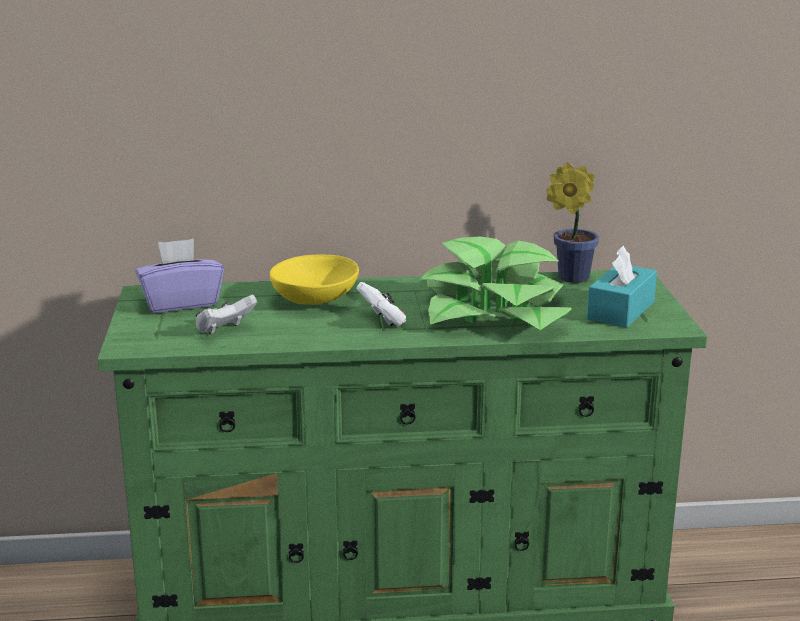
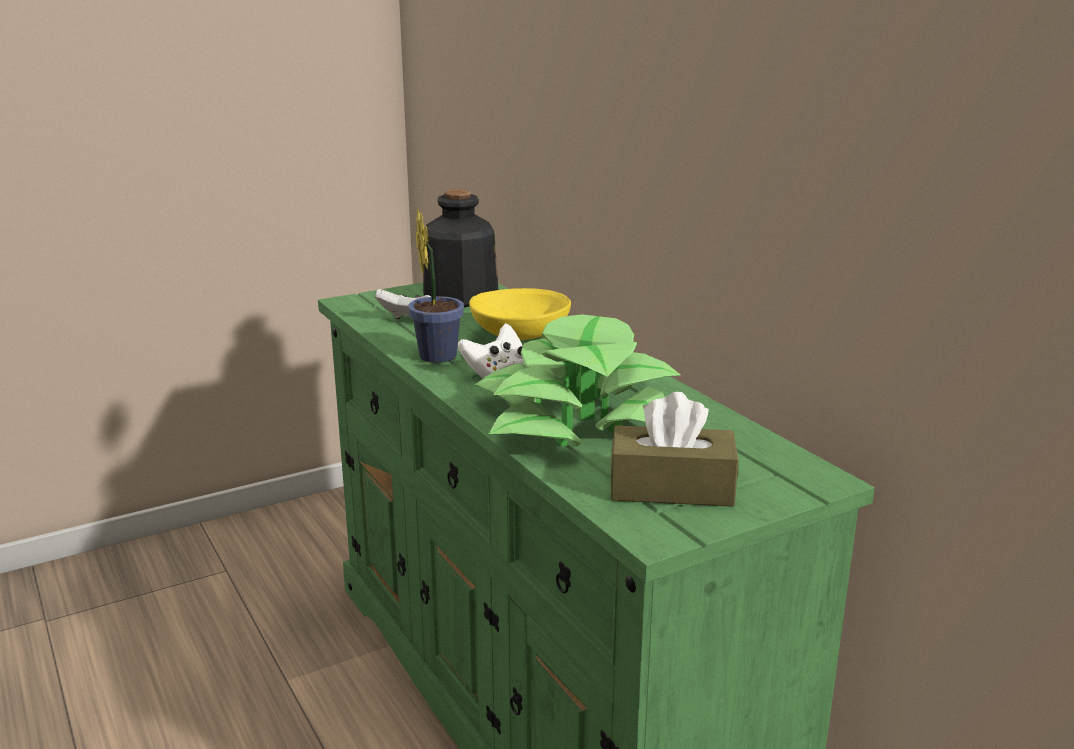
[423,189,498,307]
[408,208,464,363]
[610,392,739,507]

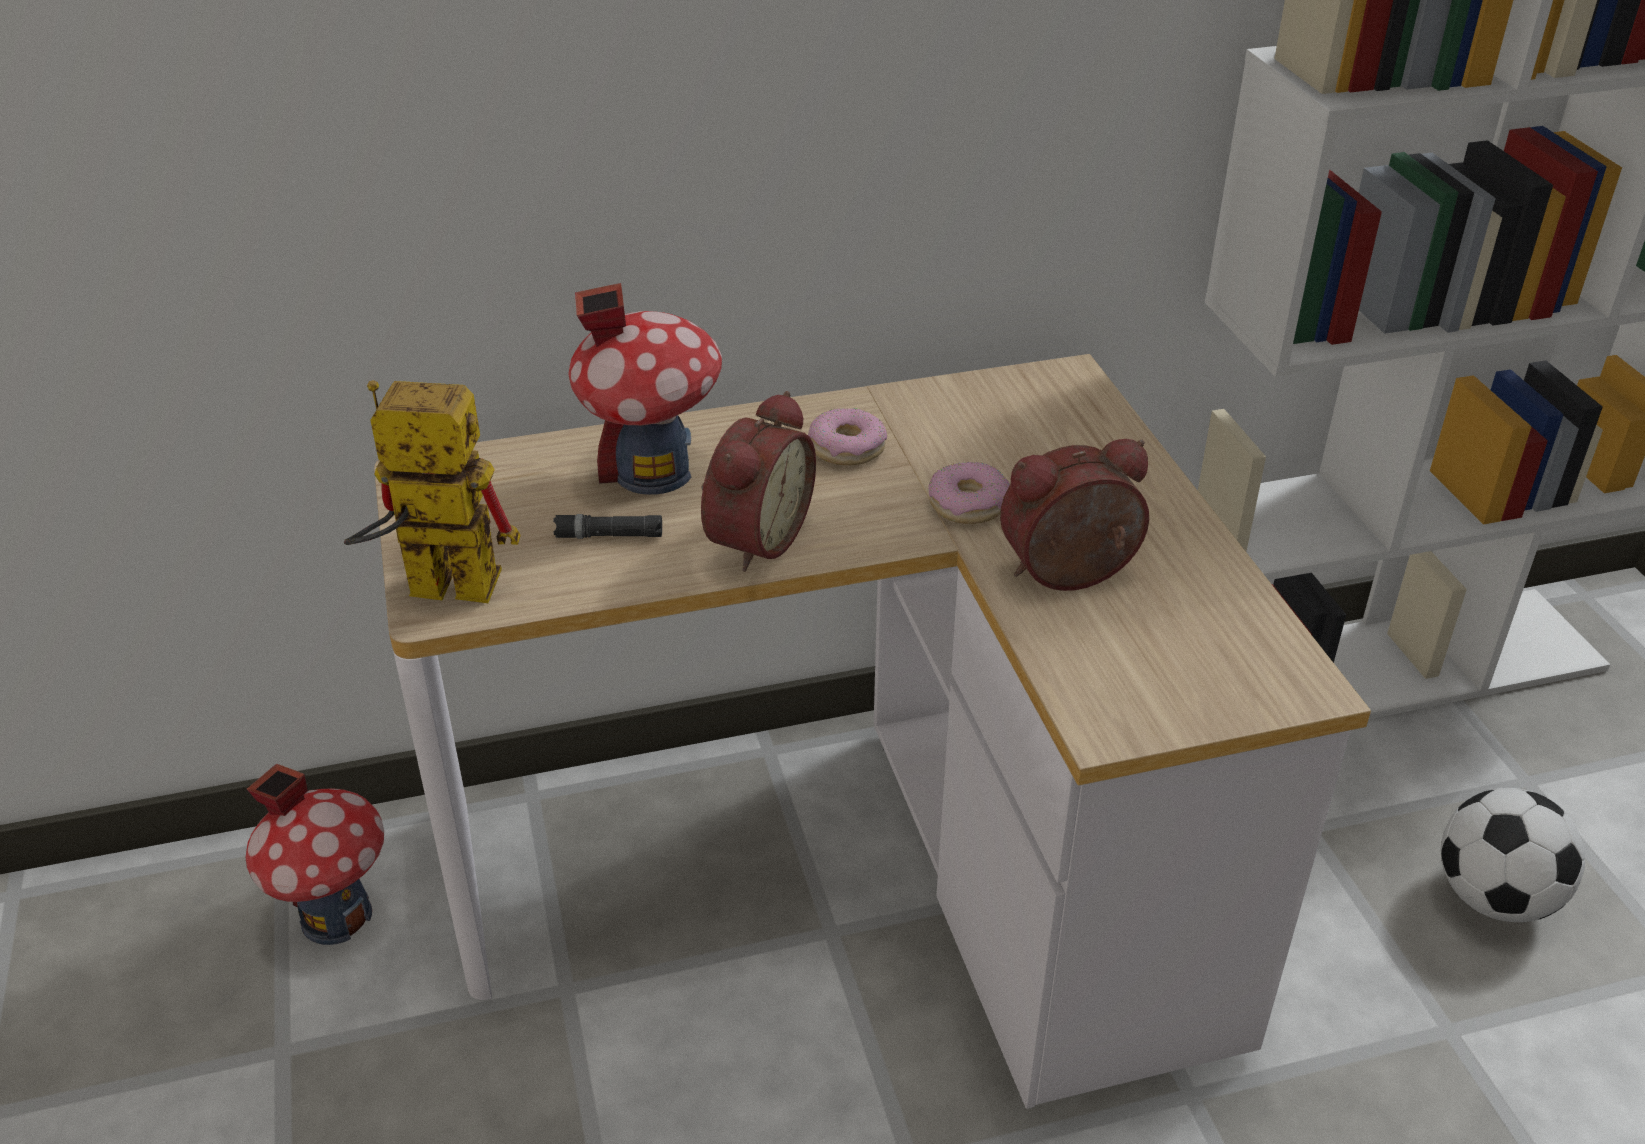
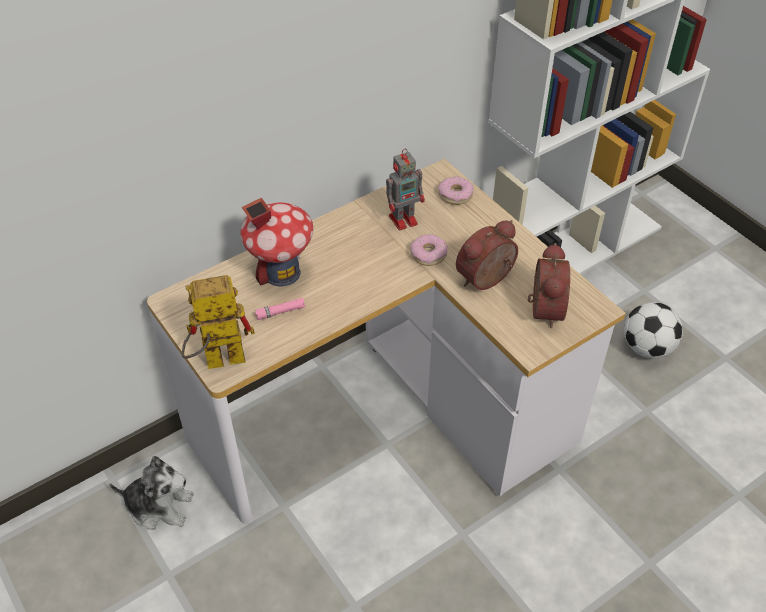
[109,456,194,530]
[254,298,305,320]
[527,243,570,328]
[438,176,474,205]
[386,148,425,231]

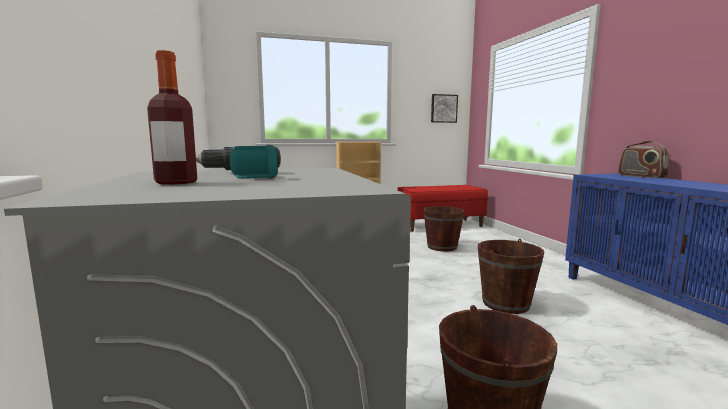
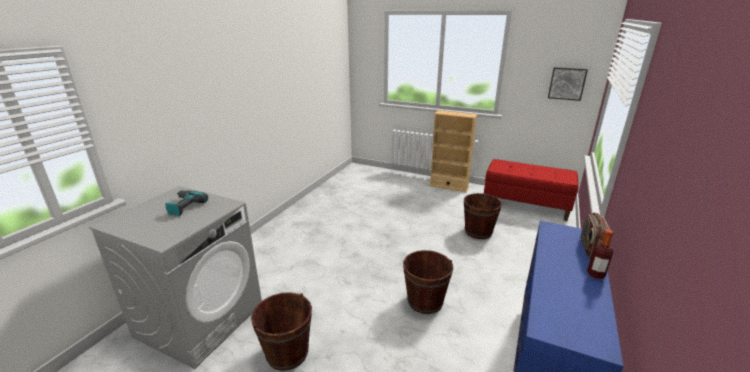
[587,229,613,279]

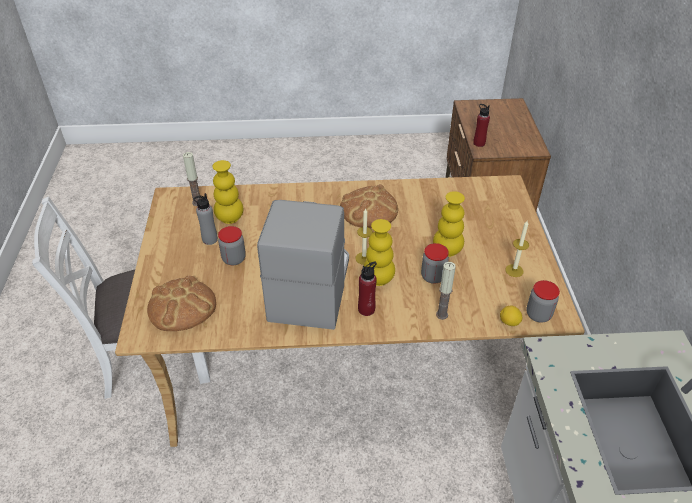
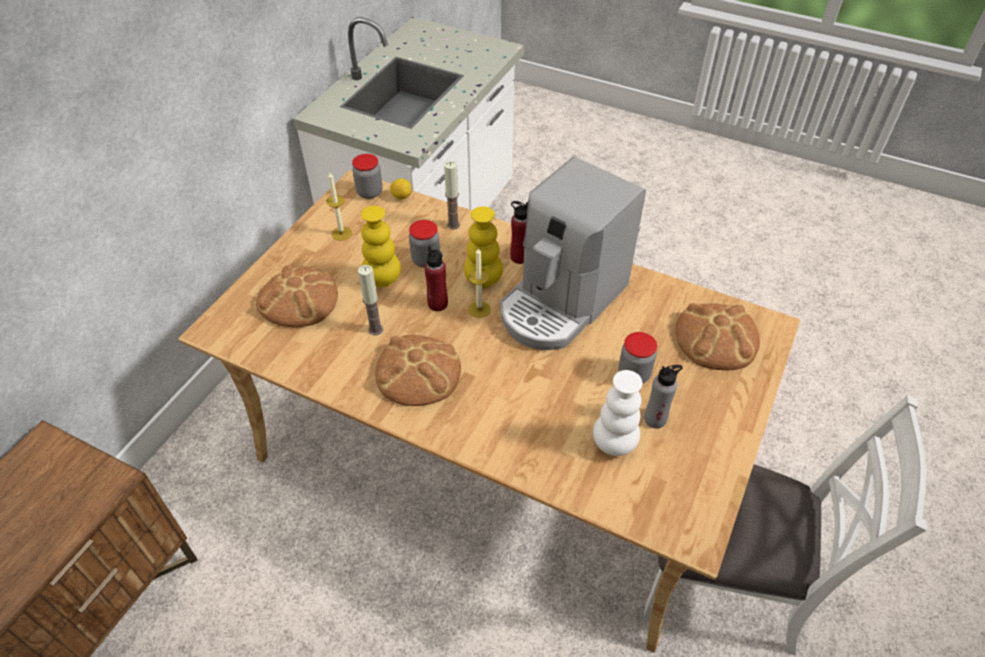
[358,265,383,335]
[593,370,643,456]
[424,246,448,311]
[256,264,338,327]

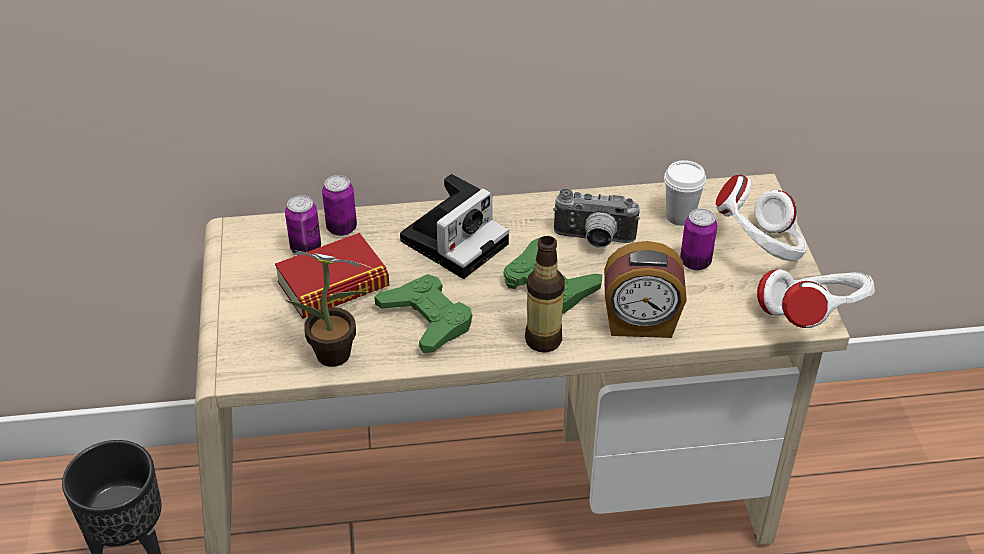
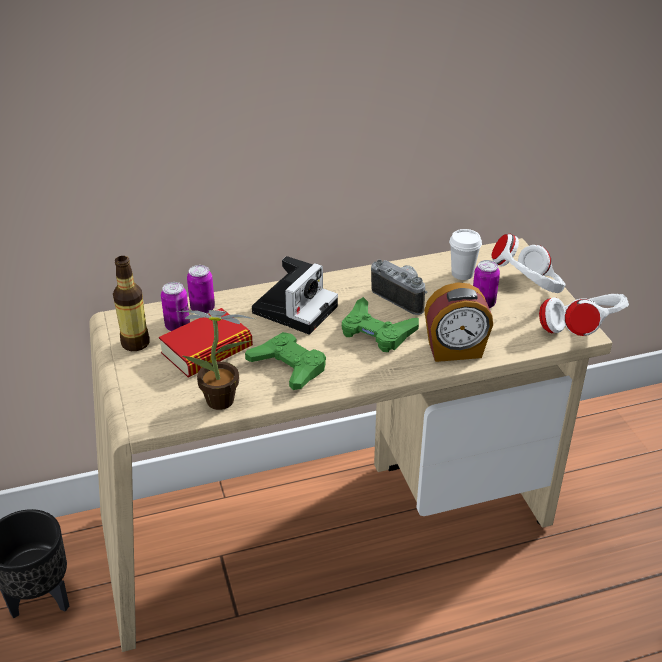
[113,256,150,351]
[371,260,427,315]

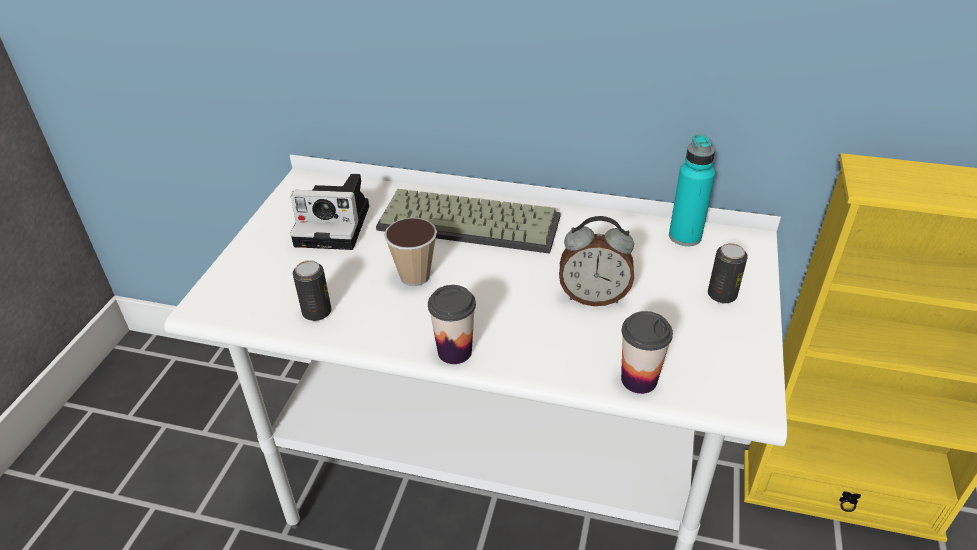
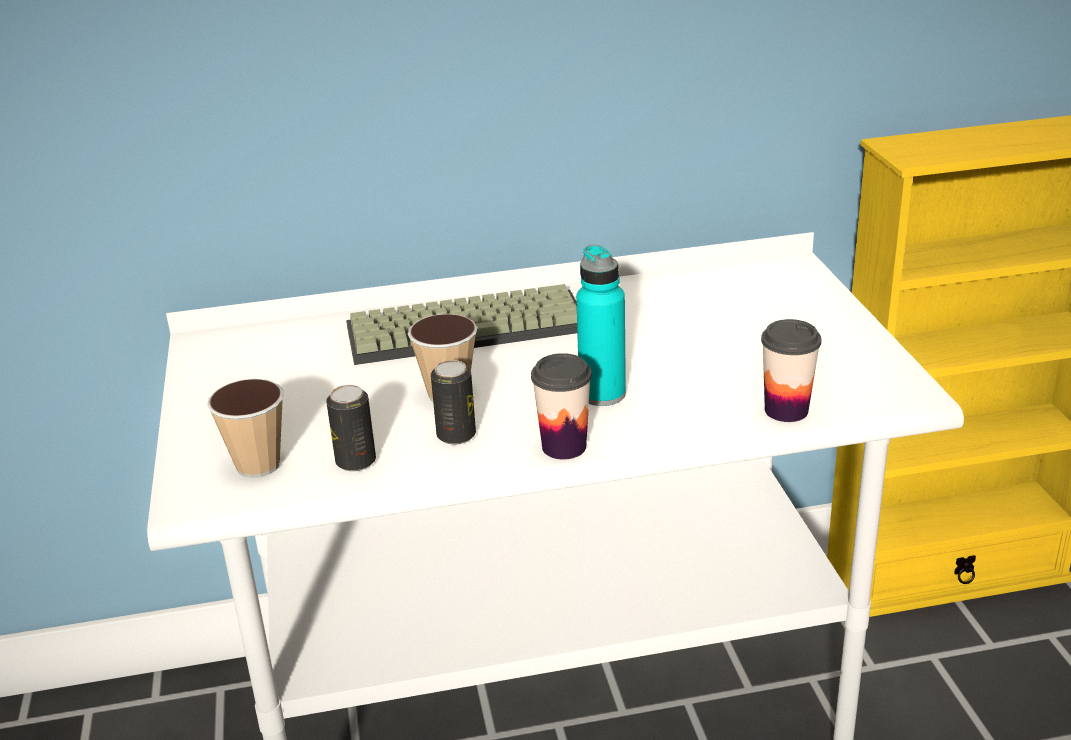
[290,174,369,250] (first image)
[559,216,634,306] (first image)
[576,245,626,406]
[431,360,476,445]
[207,379,284,478]

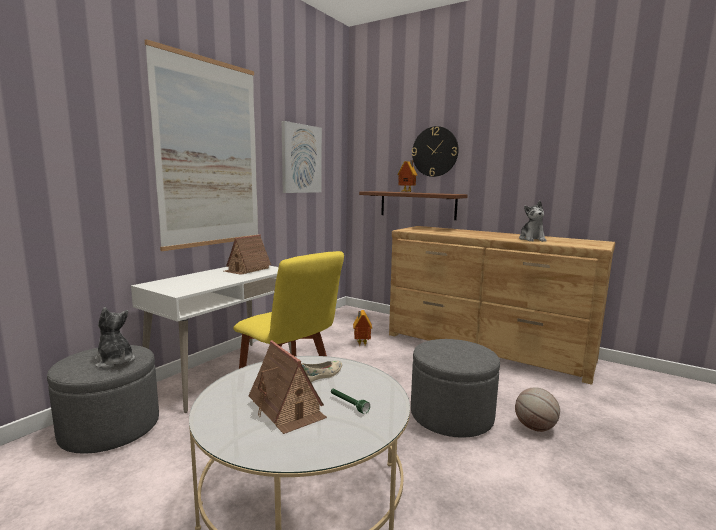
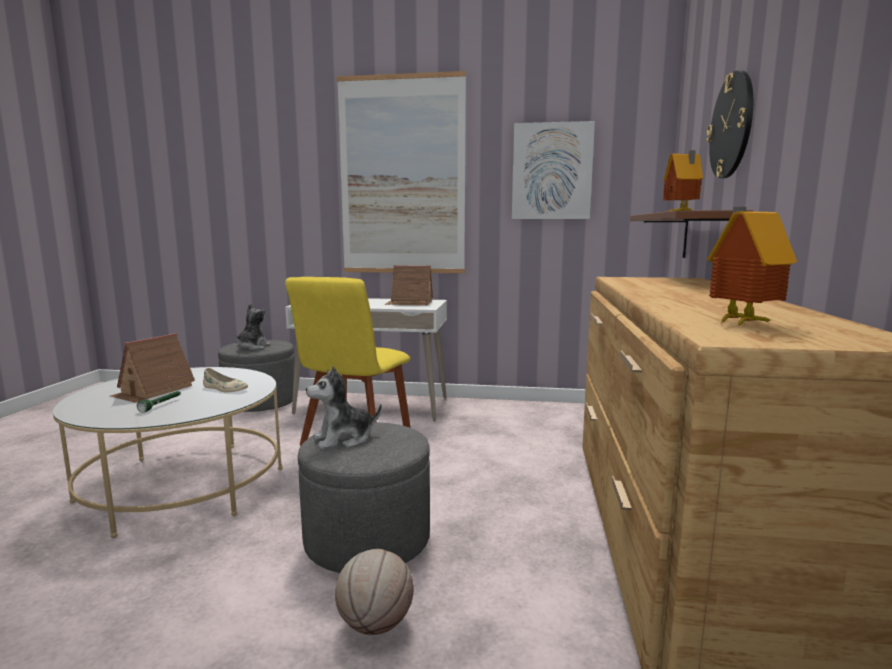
[707,207,797,327]
[306,366,382,449]

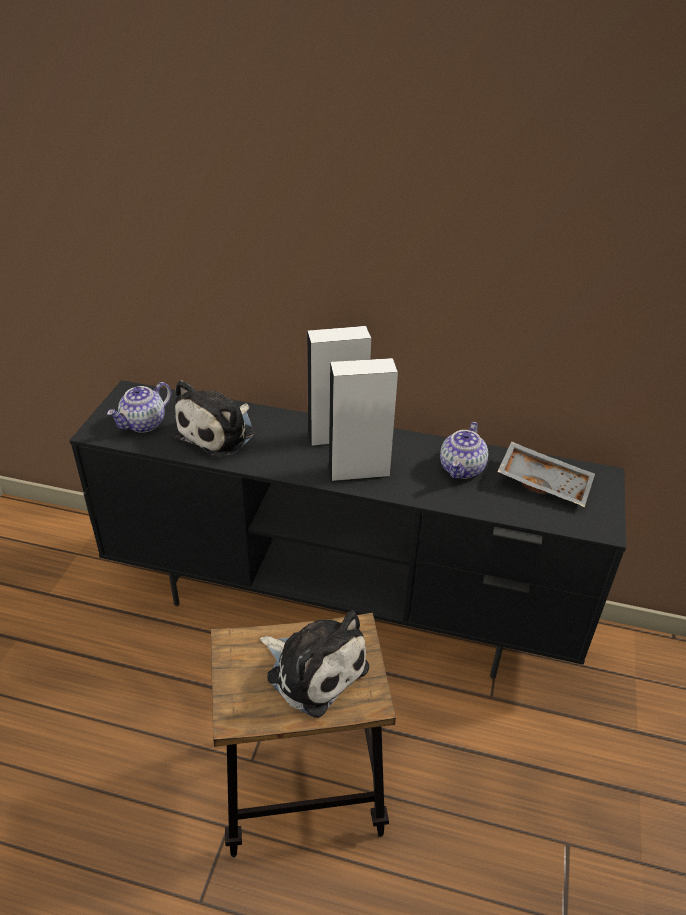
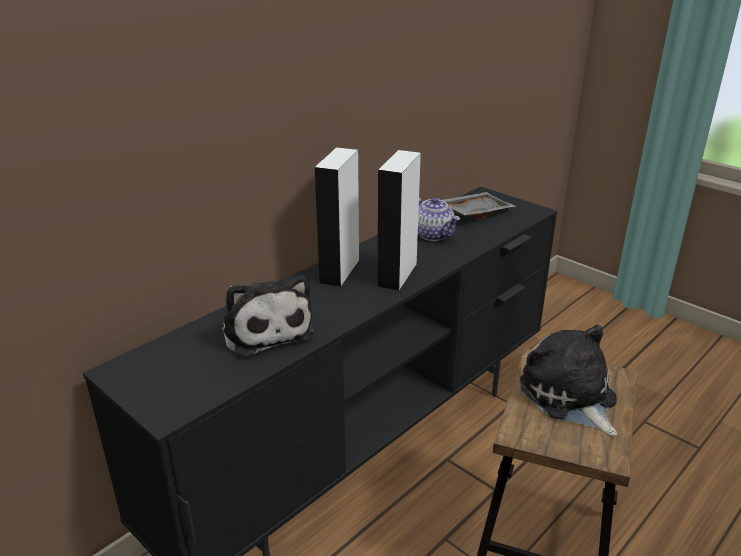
[107,382,171,433] (first image)
[520,325,617,436]

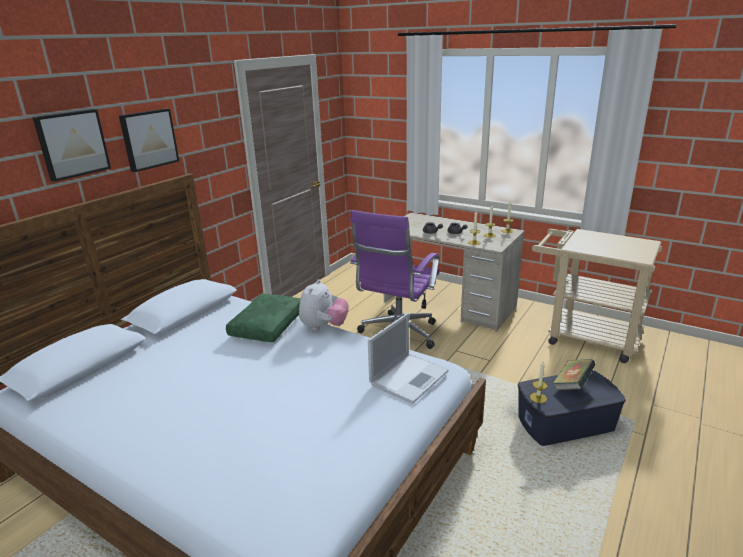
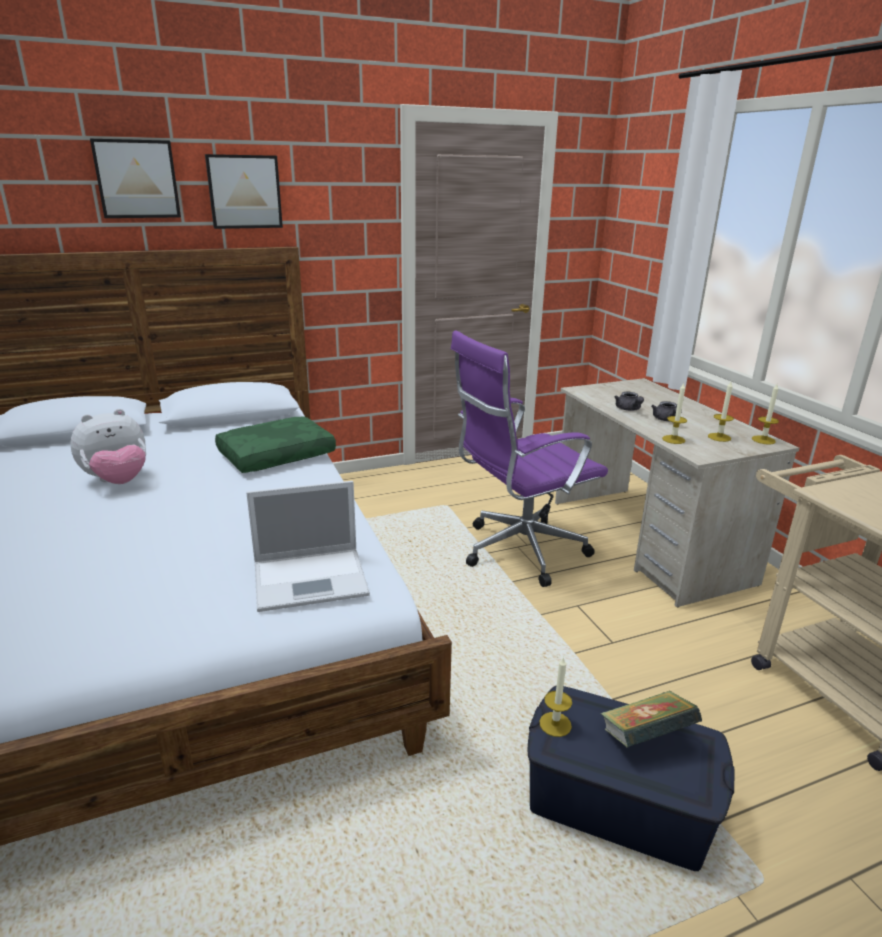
[70,409,146,484]

